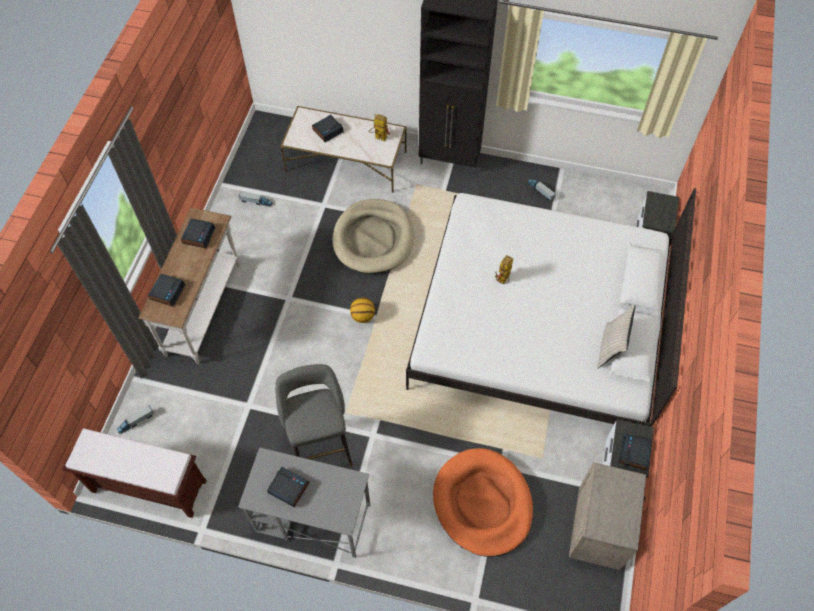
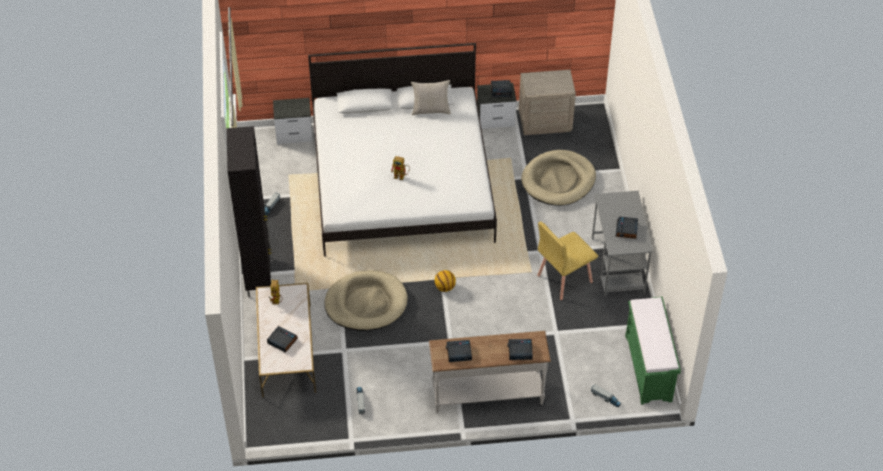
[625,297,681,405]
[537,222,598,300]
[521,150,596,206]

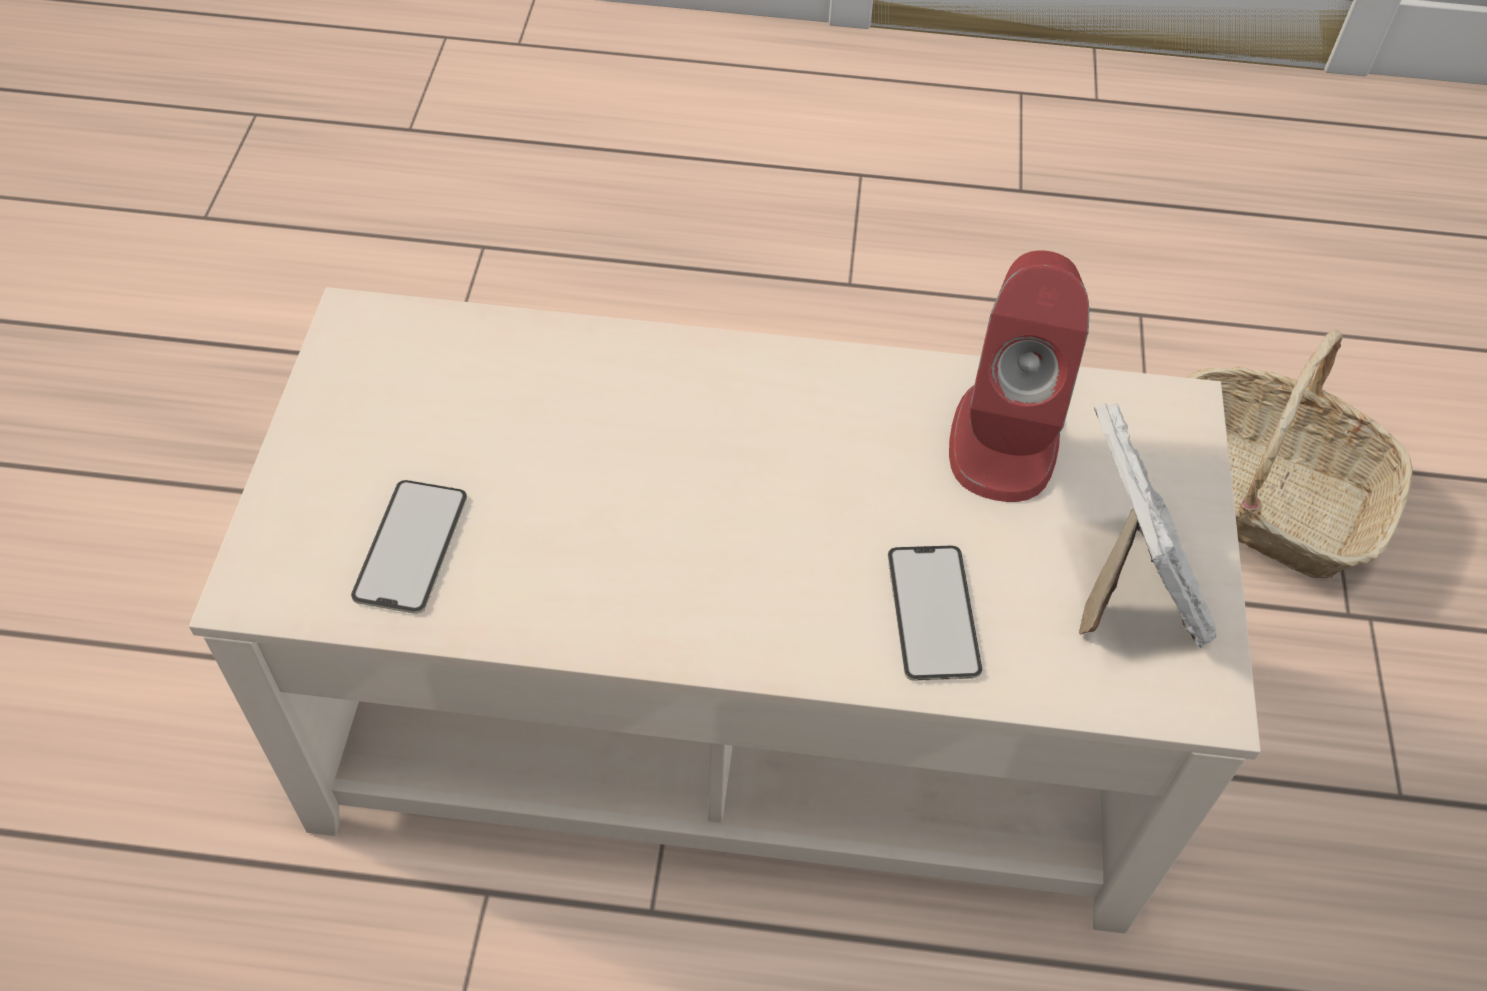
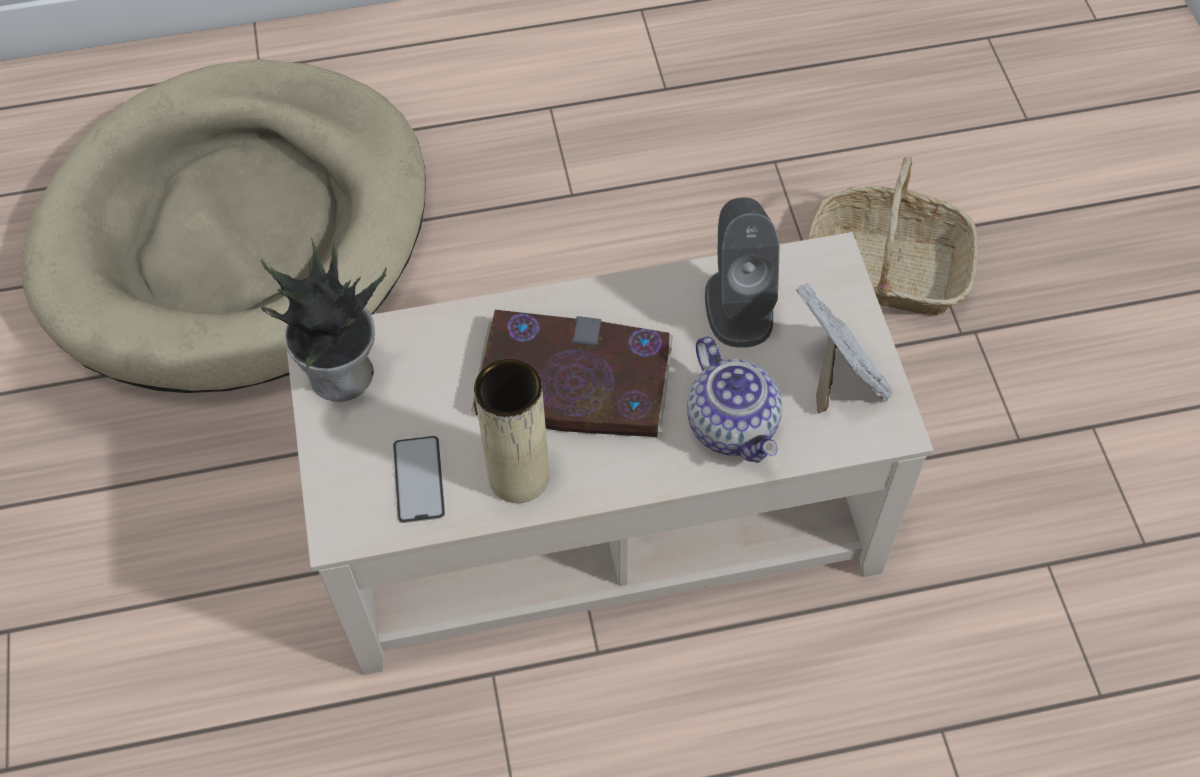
[687,336,782,463]
[705,198,780,348]
[21,59,426,393]
[260,238,386,402]
[471,310,673,437]
[474,359,549,503]

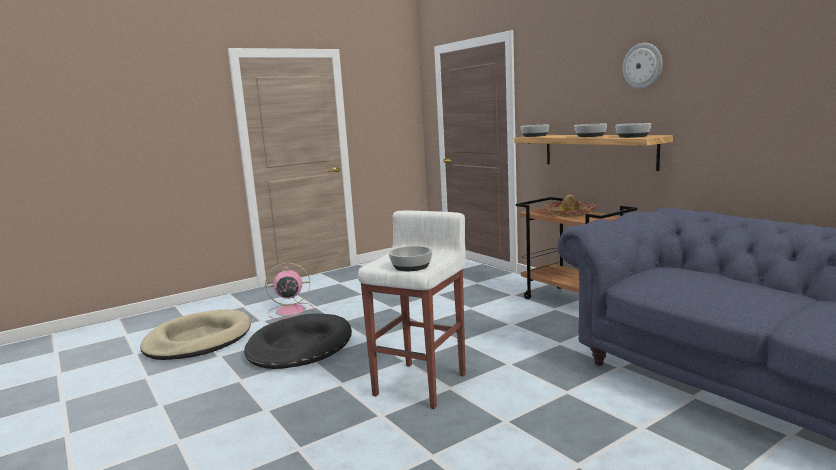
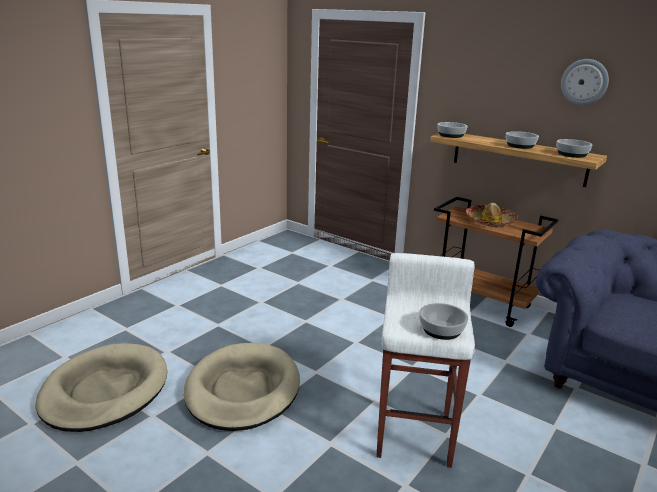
[184,343,300,431]
[265,263,314,319] (first image)

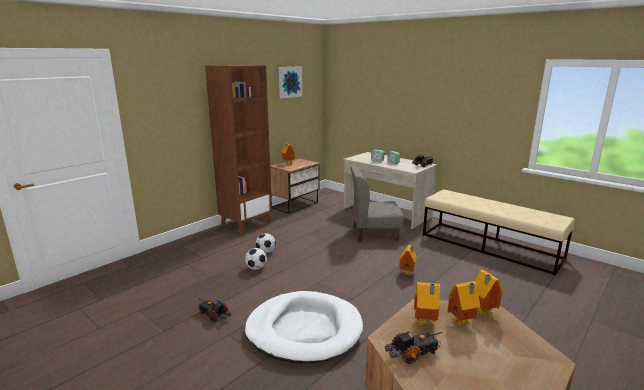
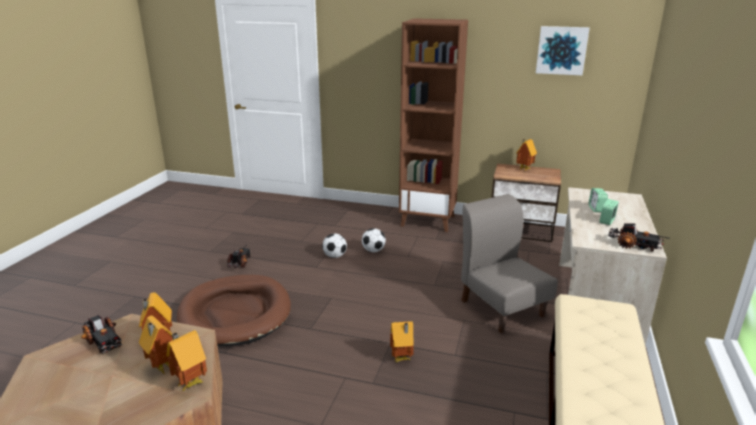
[177,275,291,346]

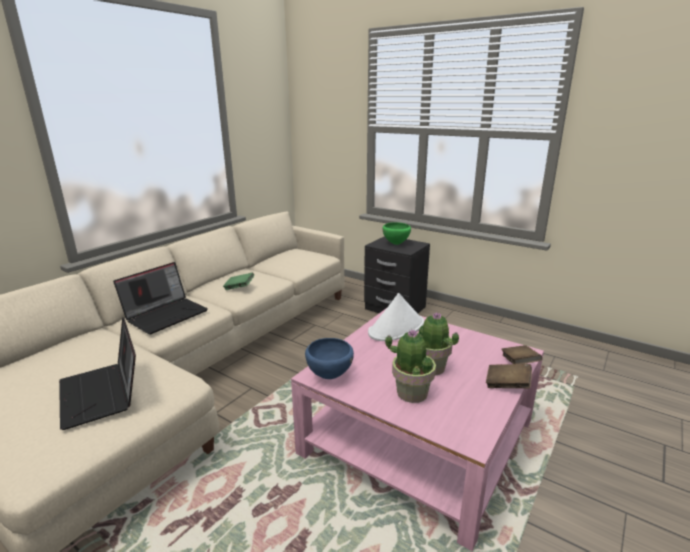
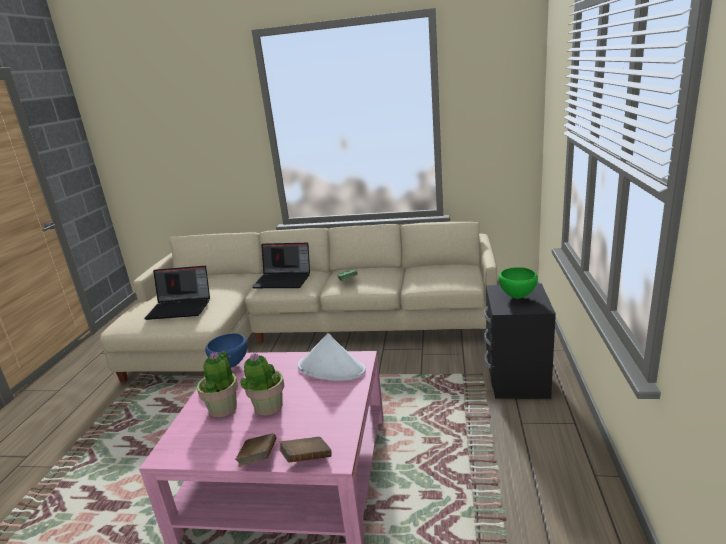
[144,266,210,320]

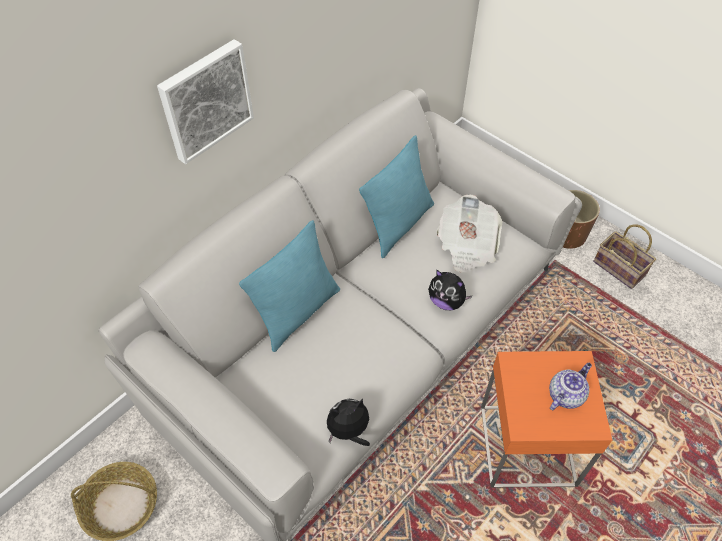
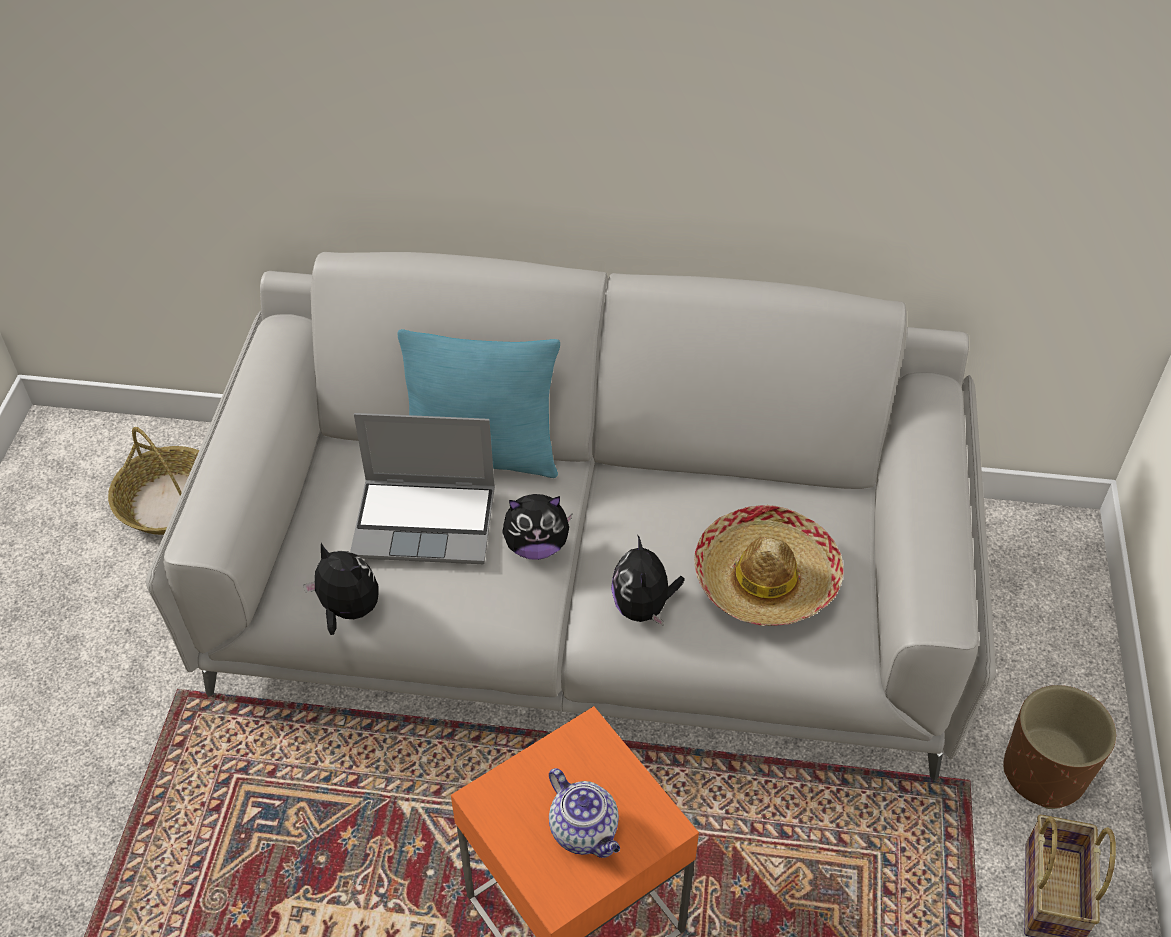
[157,39,254,164] (first image)
[359,135,434,258] (first image)
[694,505,844,626]
[549,768,620,858]
[350,413,495,564]
[502,494,573,560]

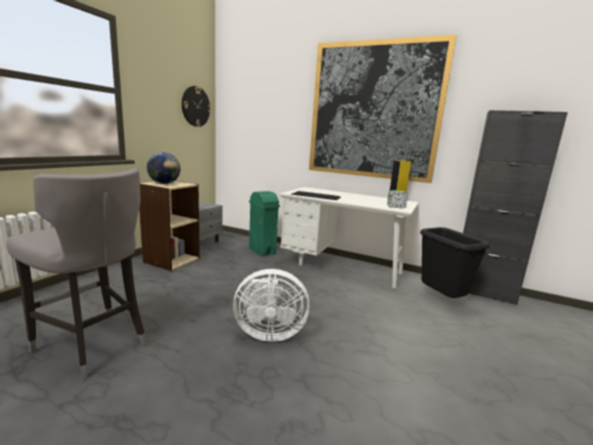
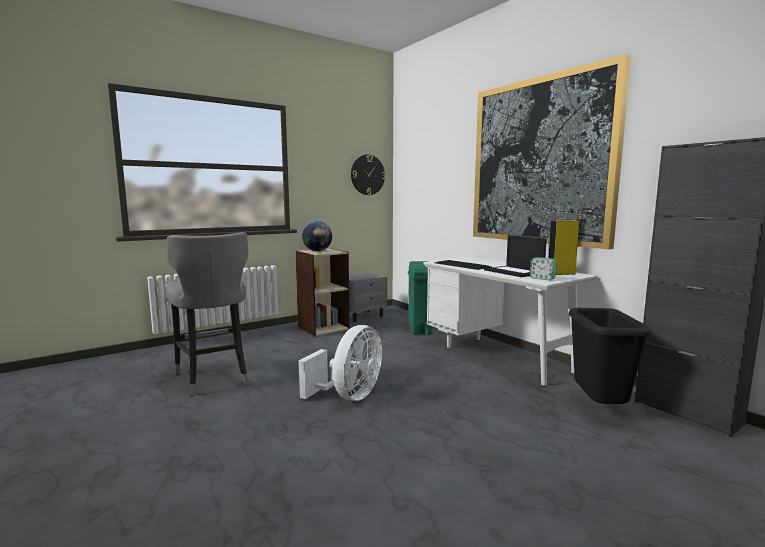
[299,325,382,401]
[484,235,547,277]

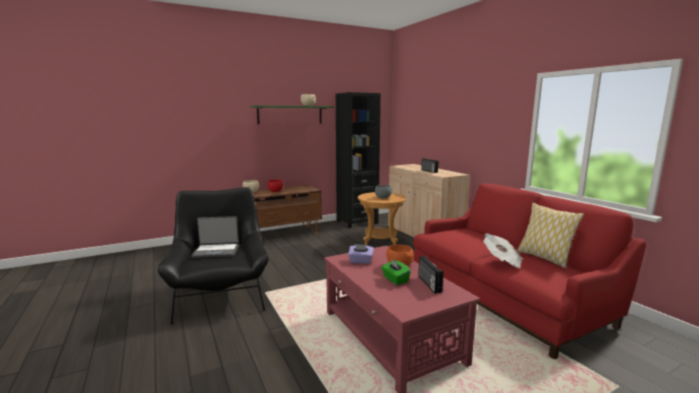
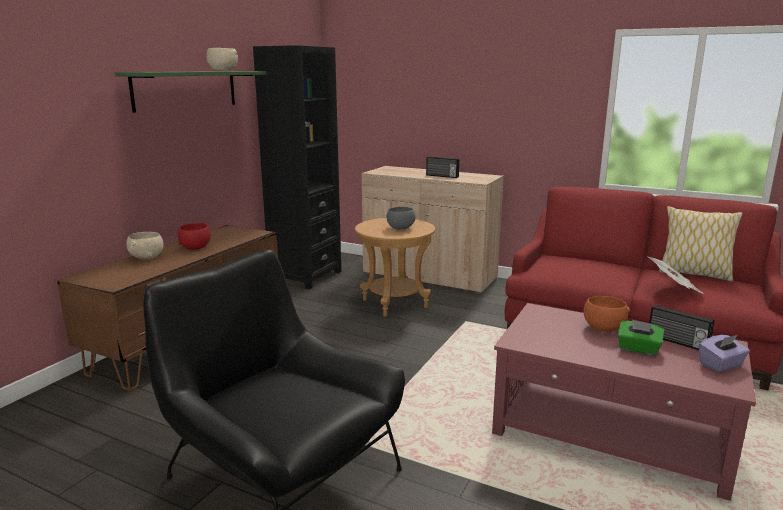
[191,216,239,258] (first image)
[699,335,750,372]

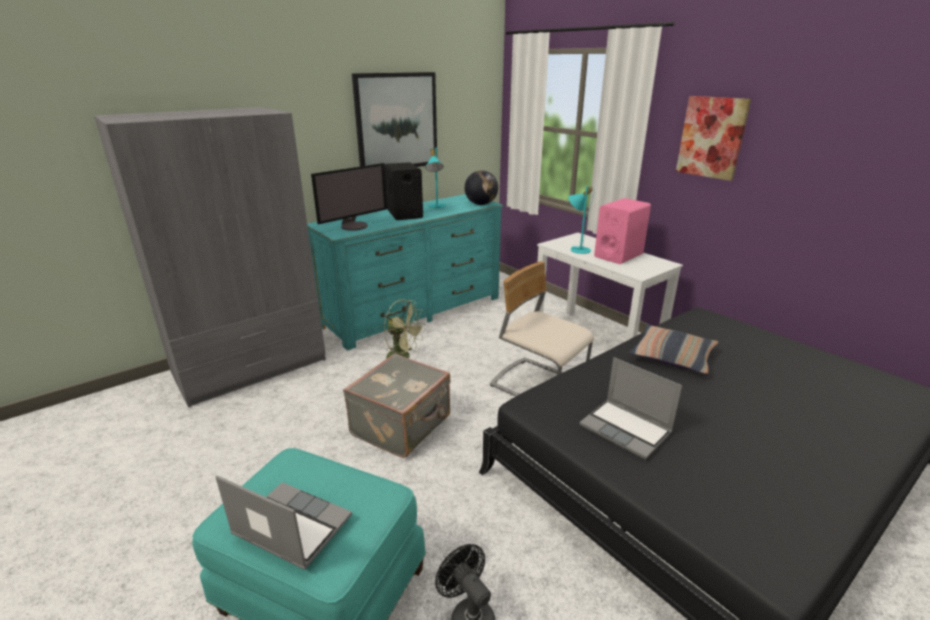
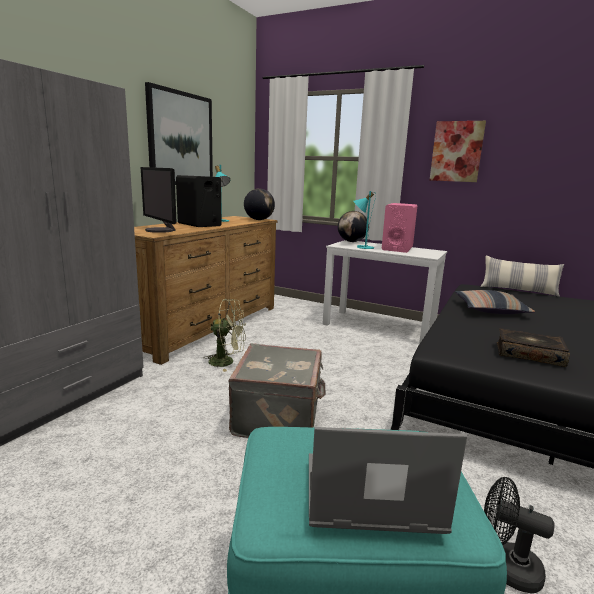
[134,216,278,365]
[141,167,177,233]
[490,261,594,396] (first image)
[497,328,570,367]
[338,211,369,242]
[481,255,564,297]

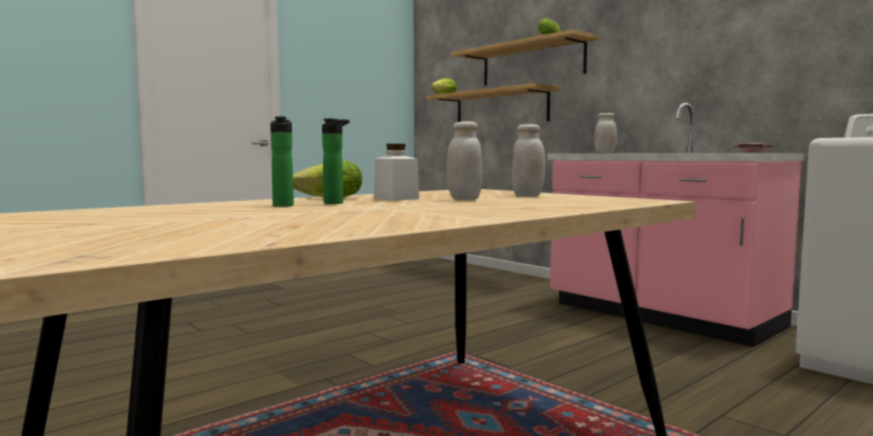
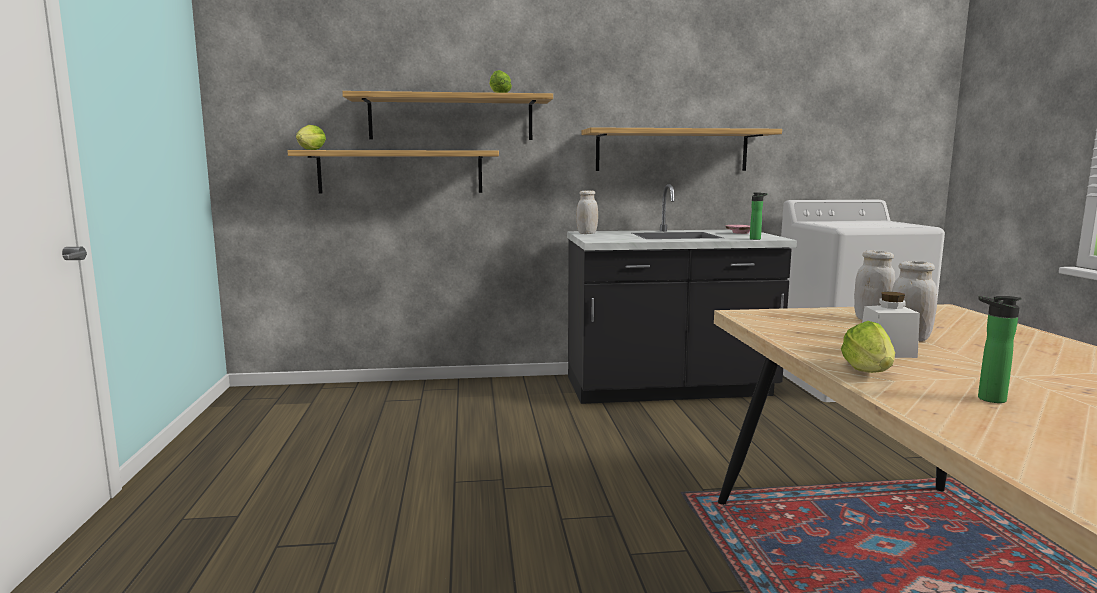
[750,192,767,240]
[567,184,797,404]
[581,127,782,171]

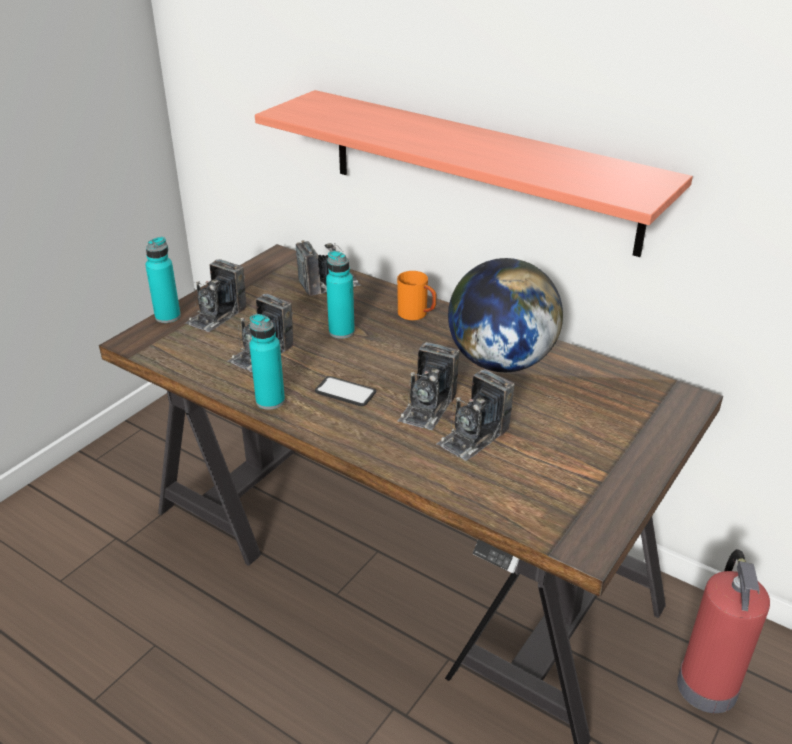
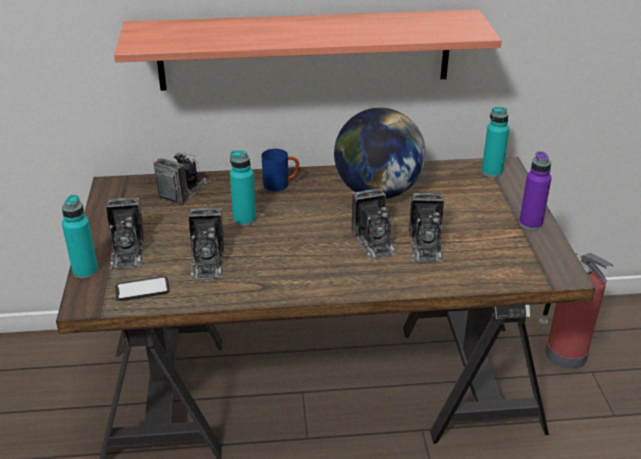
[481,107,509,177]
[115,276,170,301]
[261,149,299,191]
[519,151,552,230]

